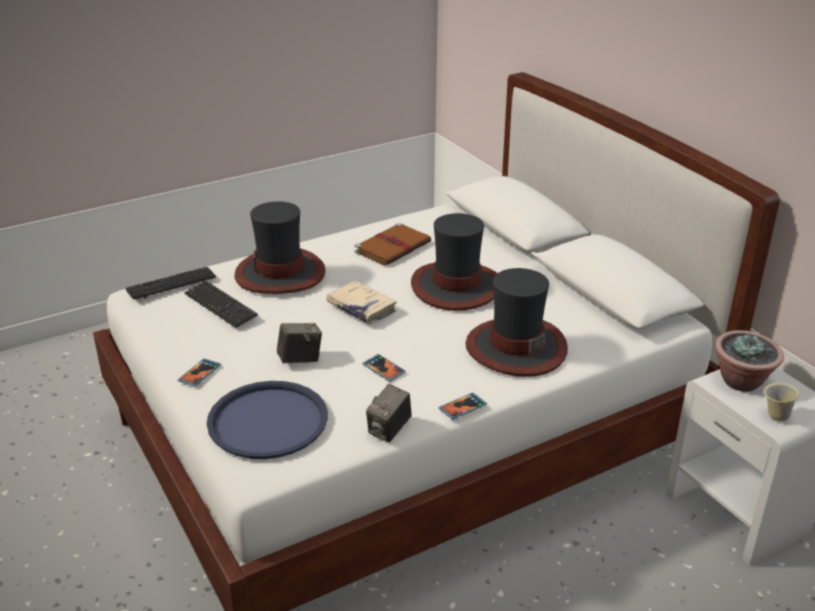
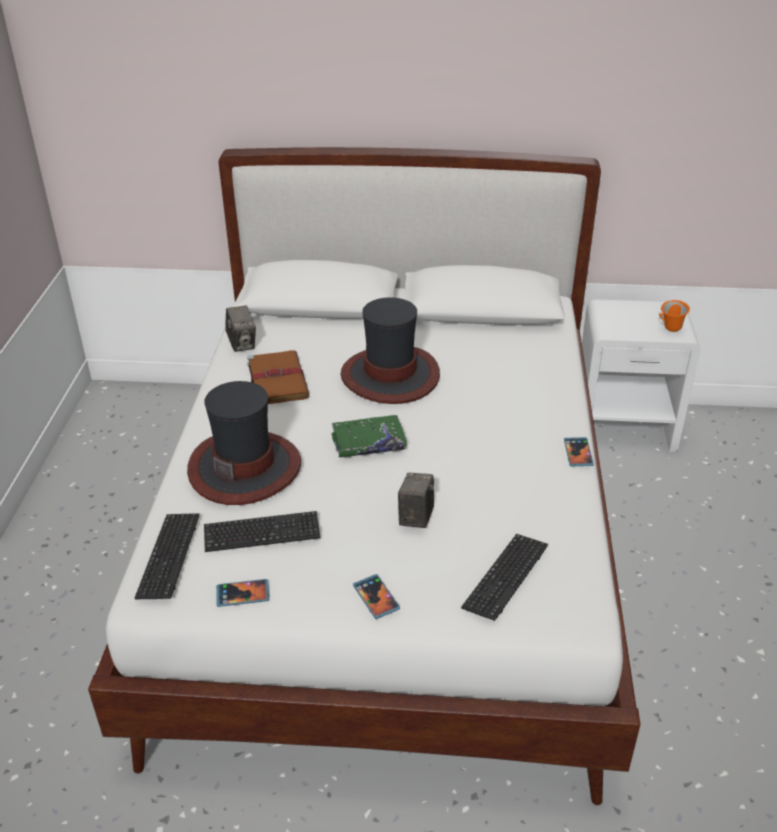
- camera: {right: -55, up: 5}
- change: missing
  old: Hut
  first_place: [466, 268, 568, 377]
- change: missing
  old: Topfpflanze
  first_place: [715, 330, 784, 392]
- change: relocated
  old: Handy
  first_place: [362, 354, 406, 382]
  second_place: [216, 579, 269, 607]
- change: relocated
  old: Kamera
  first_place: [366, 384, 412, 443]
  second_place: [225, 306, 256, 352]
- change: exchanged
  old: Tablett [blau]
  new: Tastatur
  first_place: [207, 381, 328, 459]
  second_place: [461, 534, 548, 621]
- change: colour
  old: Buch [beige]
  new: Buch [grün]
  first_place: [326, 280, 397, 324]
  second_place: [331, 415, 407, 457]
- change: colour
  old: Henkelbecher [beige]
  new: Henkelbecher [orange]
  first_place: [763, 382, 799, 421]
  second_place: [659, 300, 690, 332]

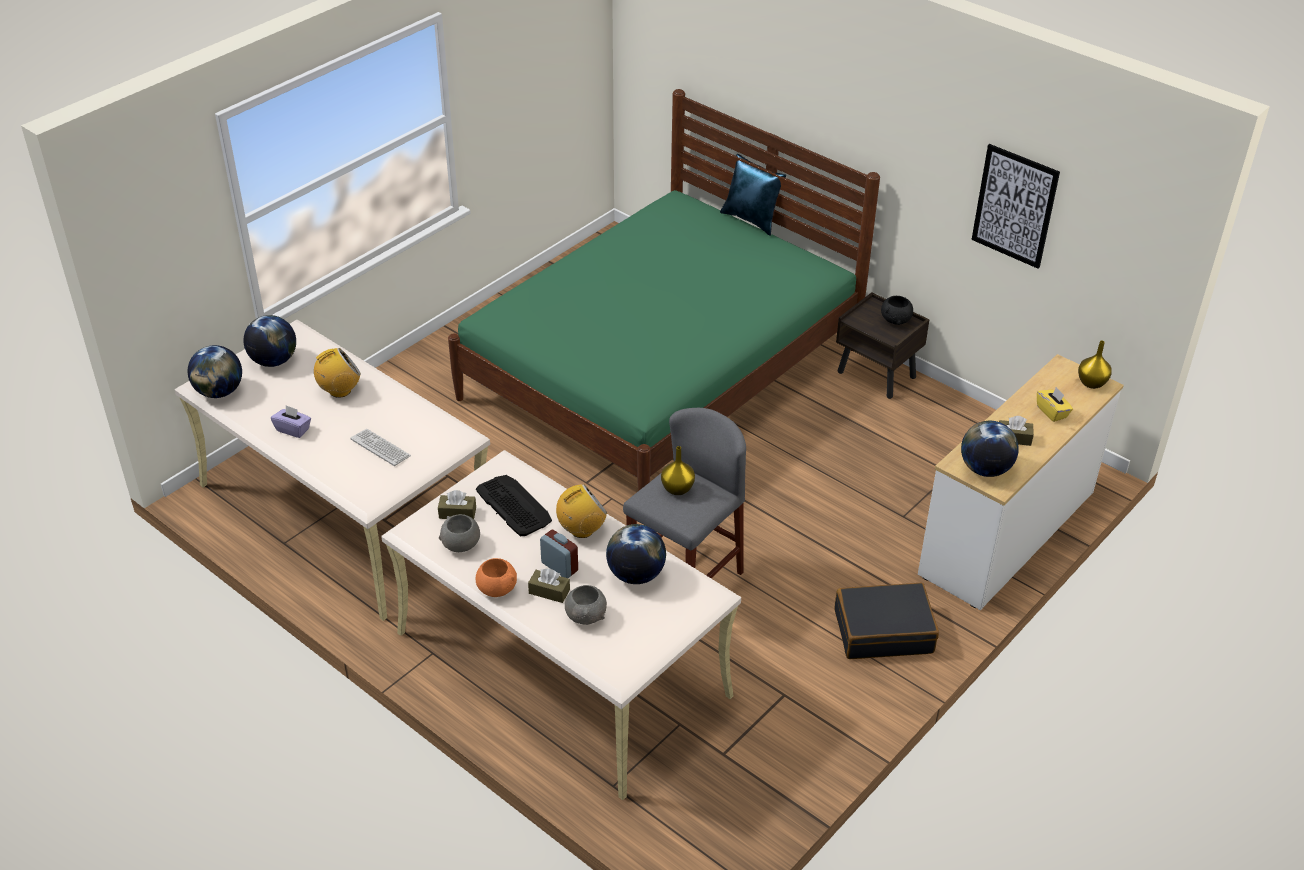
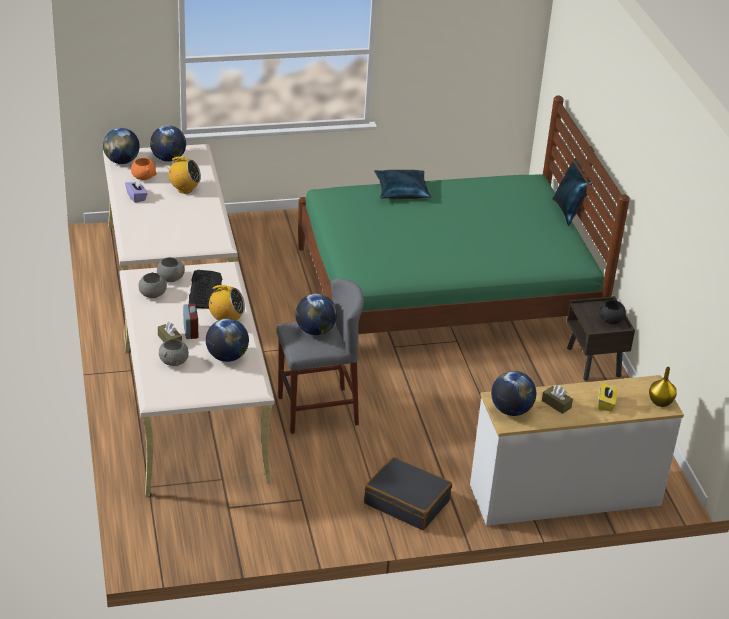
- camera: {right: 35, up: -5}
- change: missing
  old: Tastatur
  first_place: [350, 429, 411, 466]
- change: missing
  old: Bild
  first_place: [972, 144, 1060, 269]
- change: appeared
  new: Kissen [blau]
  second_place: [374, 170, 431, 199]
- change: relocated
  old: Schüssel [orange]
  first_place: [476, 558, 517, 597]
  second_place: [131, 158, 157, 180]
- change: exchanged
  old: Taschentuchbox [braun]
  new: Schüssel [grau]
  first_place: [438, 490, 476, 519]
  second_place: [157, 257, 185, 282]
- change: exchanged
  old: Vase [gelb]
  new: Globus
  first_place: [661, 446, 695, 495]
  second_place: [295, 294, 337, 335]

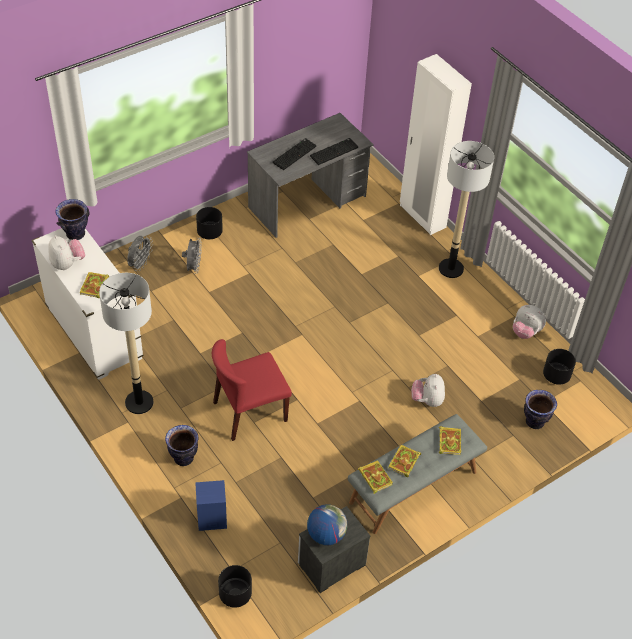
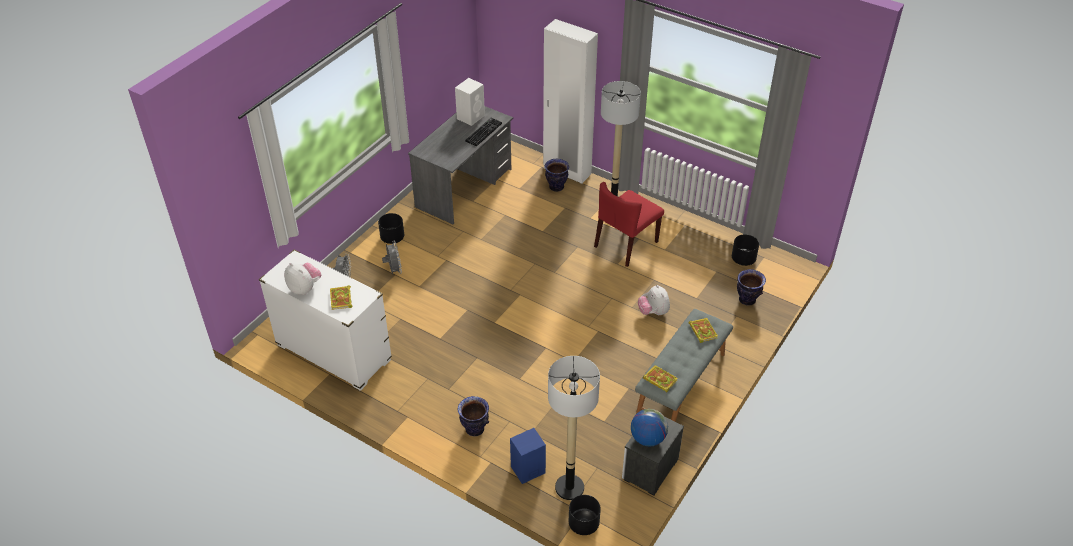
- camera: {right: -20, up: -5}
- change: missing
  old: Tastatur
  first_place: [273, 138, 316, 170]
- change: missing
  old: Buch
  first_place: [388, 445, 421, 477]
- change: missing
  old: Plüschtier
  first_place: [513, 305, 546, 339]
- change: appeared
  new: Lautsprecher [weiß]
  second_place: [455, 78, 485, 126]
- change: relocated
  old: Vase
  first_place: [56, 199, 89, 240]
  second_place: [545, 159, 569, 192]
- change: relocated
  old: Stehlampe
  first_place: [99, 273, 153, 414]
  second_place: [548, 356, 600, 500]
- change: relocated
  old: Stuhl [rot]
  first_place: [212, 339, 292, 441]
  second_place: [594, 182, 664, 267]

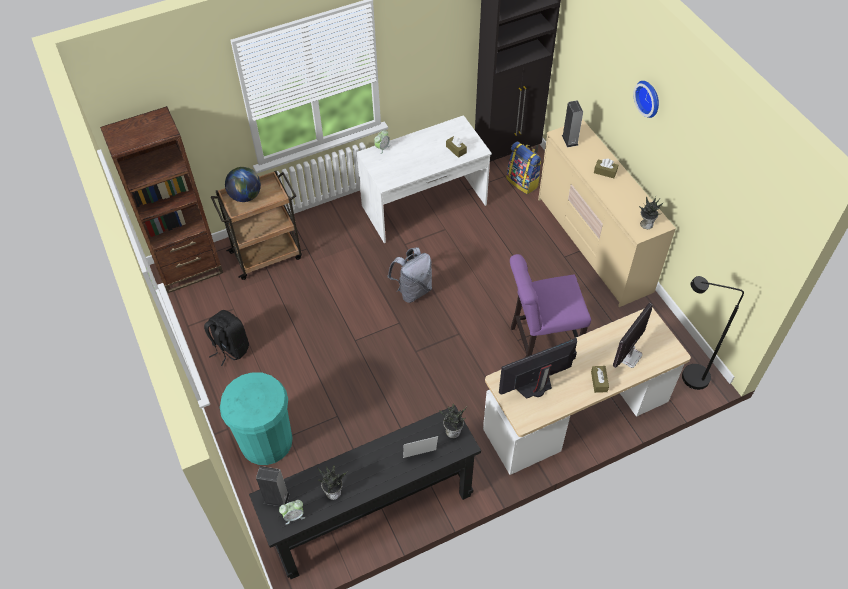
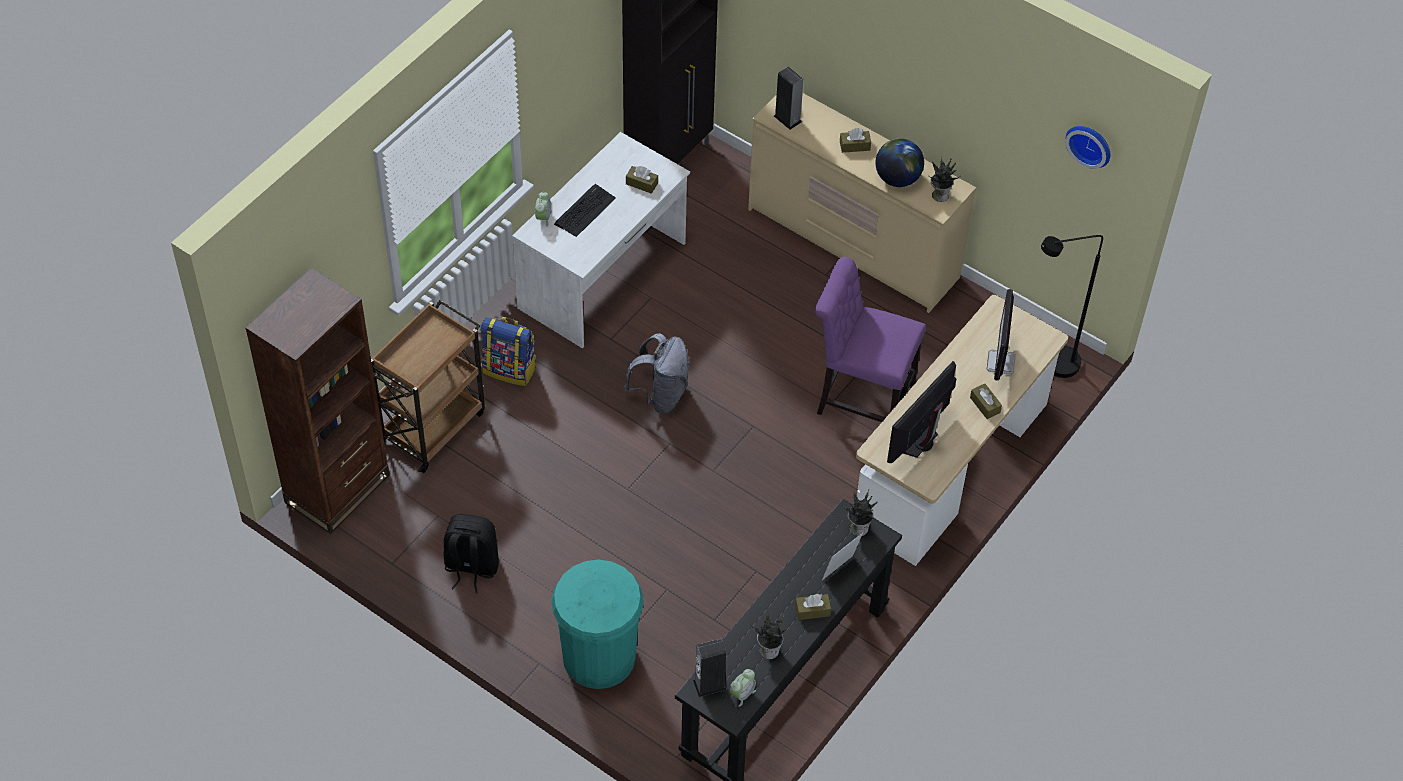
- camera: {right: -30, up: 0}
- change: appeared
  new: Tastatur
  second_place: [554, 184, 616, 237]
- change: appeared
  new: Taschentuchbox [braun]
  second_place: [795, 594, 831, 620]
- change: relocated
  old: Globus
  first_place: [225, 167, 261, 202]
  second_place: [876, 138, 924, 187]
- change: relocated
  old: Rucksack
  first_place: [506, 141, 542, 194]
  second_place: [480, 317, 536, 386]
- change: relocated
  old: Wanduhr
  first_place: [633, 81, 659, 118]
  second_place: [1065, 126, 1110, 169]
- change: spun
  old: Stuhl [lila]
  first_place: [510, 254, 591, 357]
  second_place: [815, 257, 926, 422]
  degrees: 60

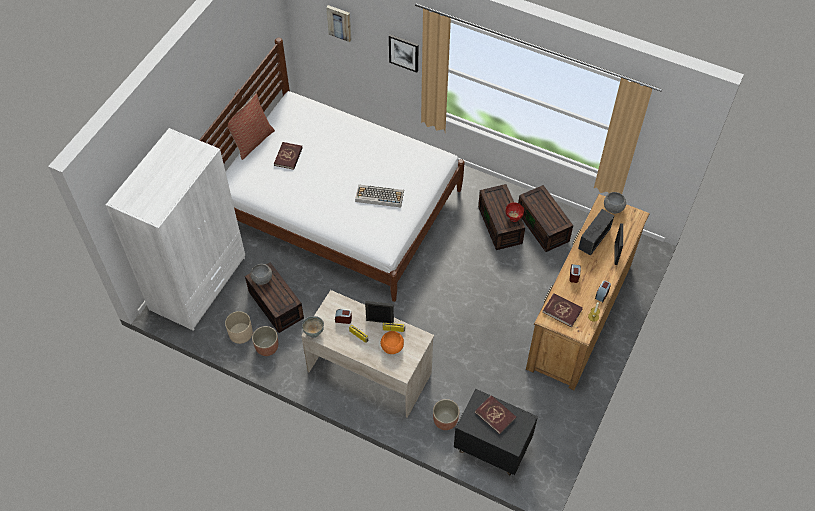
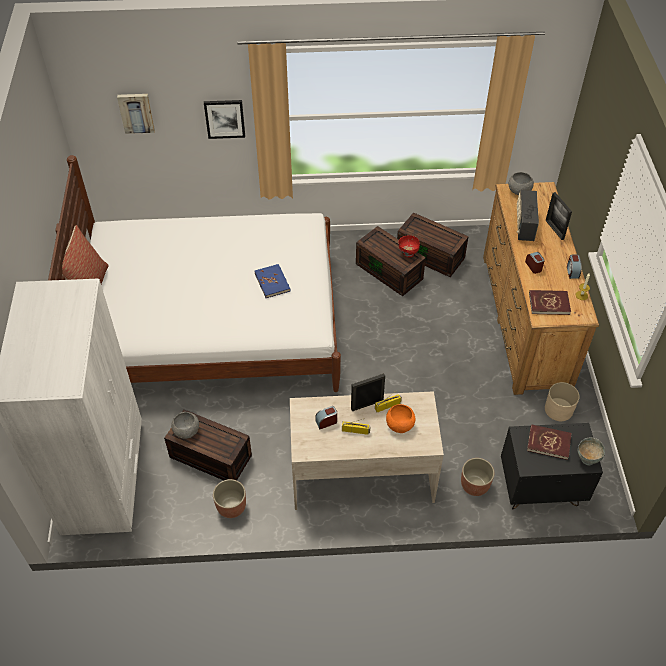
- camera: {right: -30, up: -5}
- change: missing
  old: Buch [rot]
  first_place: [274, 142, 303, 170]
- change: relocated
  old: Pflanzkübel [beige]
  first_place: [225, 311, 253, 344]
  second_place: [545, 382, 580, 421]
- change: relocated
  old: Schüssel [grau]
  first_place: [302, 316, 324, 338]
  second_place: [577, 438, 605, 465]
- change: exchanged
  old: Tastatur
  new: Buch [blau]
  first_place: [355, 185, 404, 207]
  second_place: [255, 264, 291, 298]

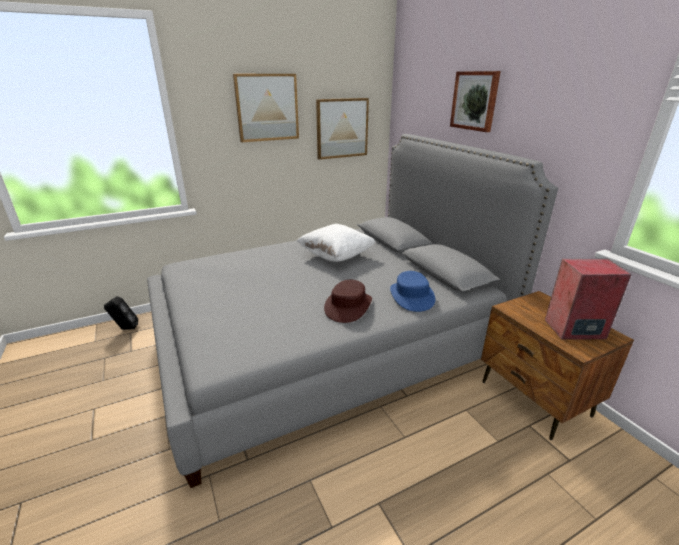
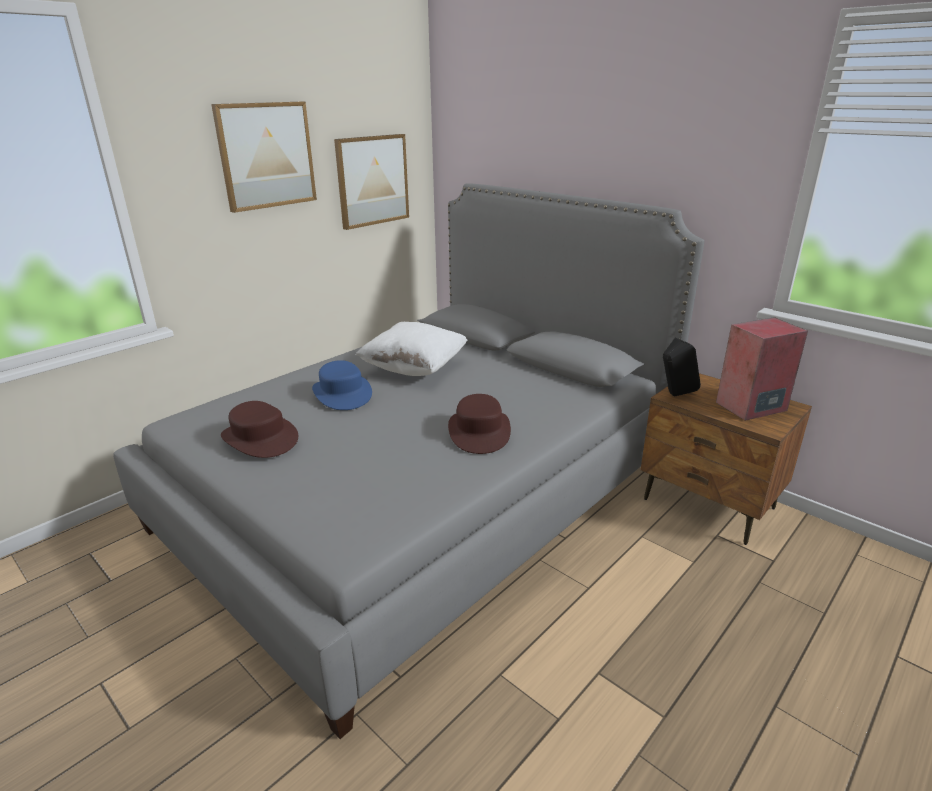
- camera: {right: -20, up: 0}
- change: missing
  old: Bild
  first_place: [450, 71, 501, 132]
- change: appeared
  new: Hut [braun]
  second_place: [221, 401, 298, 458]
- change: relocated
  old: Lautsprecher [schwarz]
  first_place: [104, 296, 138, 330]
  second_place: [663, 337, 701, 396]
- change: relocated
  old: Hut [blau]
  first_place: [390, 271, 435, 312]
  second_place: [312, 360, 372, 410]

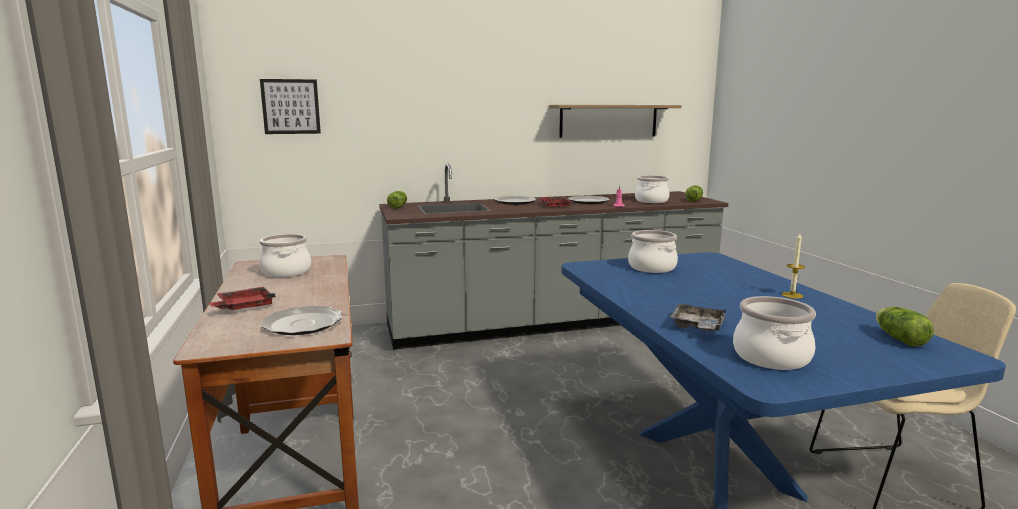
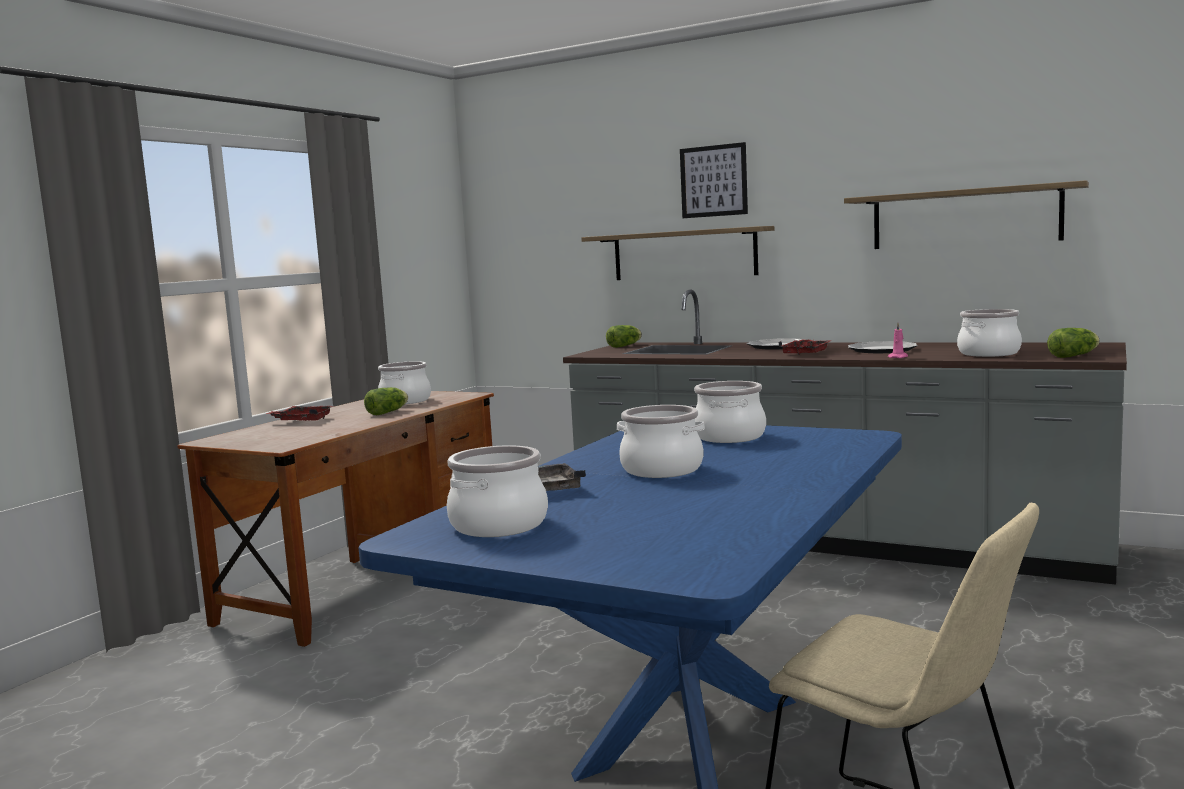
- camera: {right: 45, up: -5}
- change: missing
  old: Teller
  first_place: [261, 306, 343, 335]
- change: missing
  old: Kerze
  first_place: [782, 233, 805, 299]
- change: appeared
  new: Wandregal
  second_place: [581, 226, 774, 280]
- change: appeared
  new: Kochtopf
  second_place: [617, 405, 705, 478]
- change: relocated
  old: Bild
  first_place: [260, 79, 321, 134]
  second_place: [680, 142, 748, 218]
- change: relocated
  old: Salatkopf
  first_place: [876, 307, 934, 347]
  second_place: [364, 387, 408, 415]

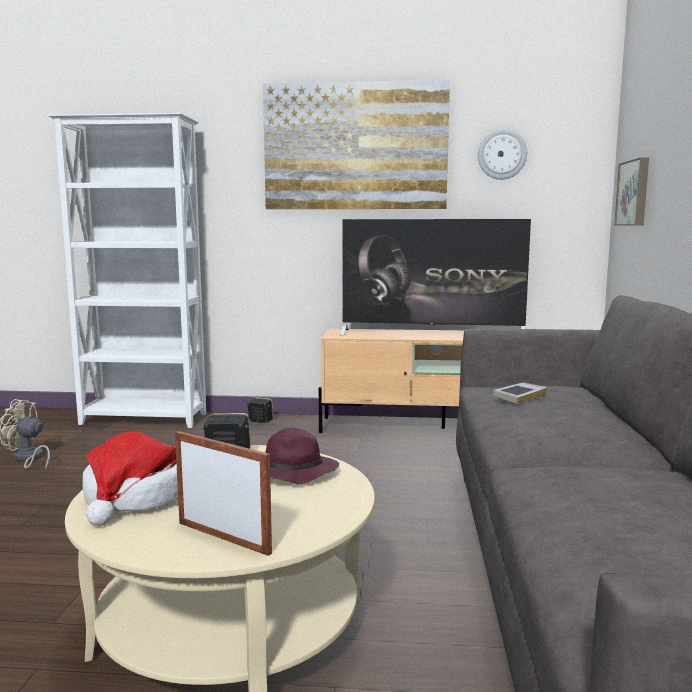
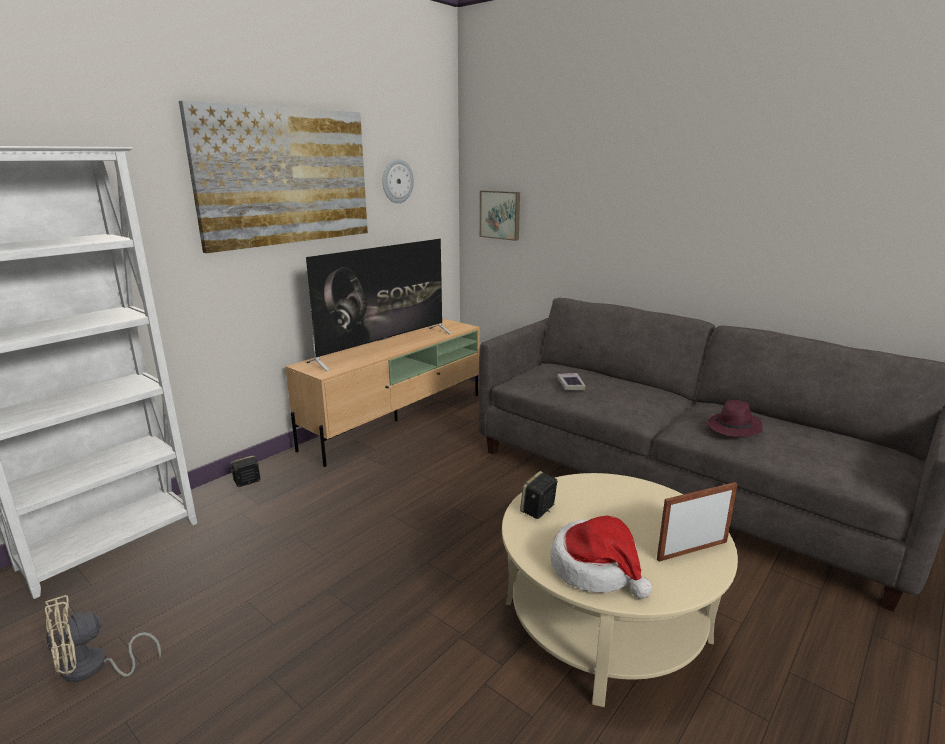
- camera: {right: -55, up: 10}
- change: relocated
  old: Hut [lila]
  first_place: [265, 428, 339, 485]
  second_place: [706, 400, 763, 437]

